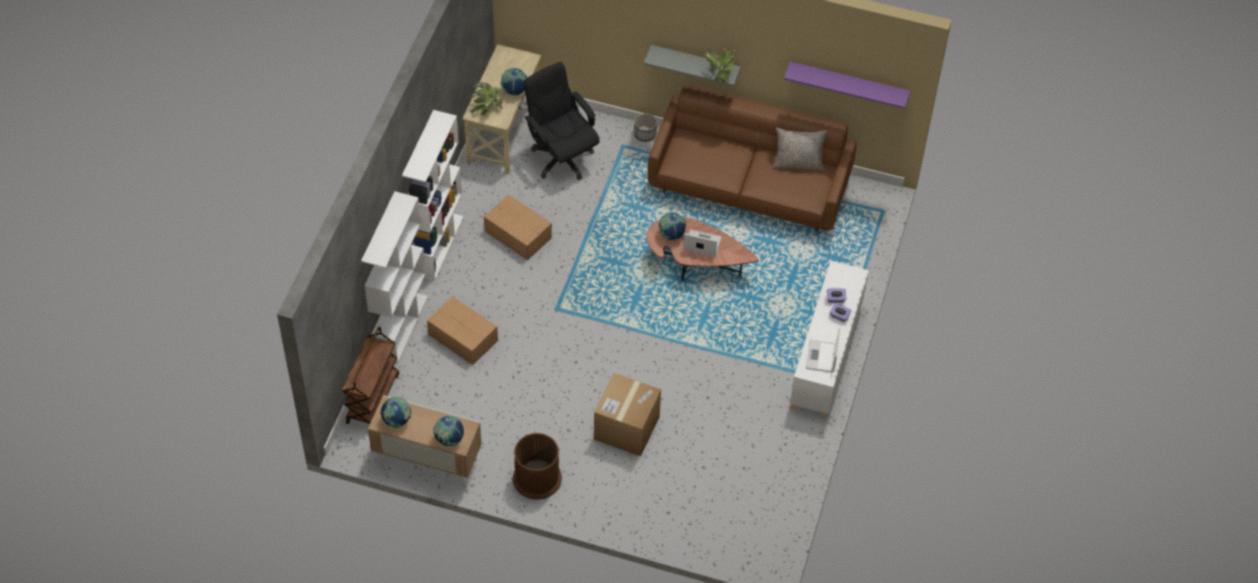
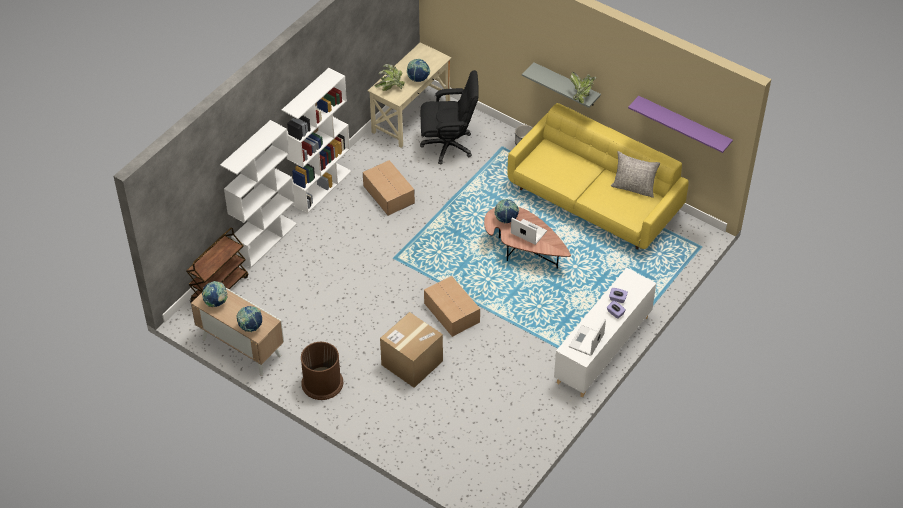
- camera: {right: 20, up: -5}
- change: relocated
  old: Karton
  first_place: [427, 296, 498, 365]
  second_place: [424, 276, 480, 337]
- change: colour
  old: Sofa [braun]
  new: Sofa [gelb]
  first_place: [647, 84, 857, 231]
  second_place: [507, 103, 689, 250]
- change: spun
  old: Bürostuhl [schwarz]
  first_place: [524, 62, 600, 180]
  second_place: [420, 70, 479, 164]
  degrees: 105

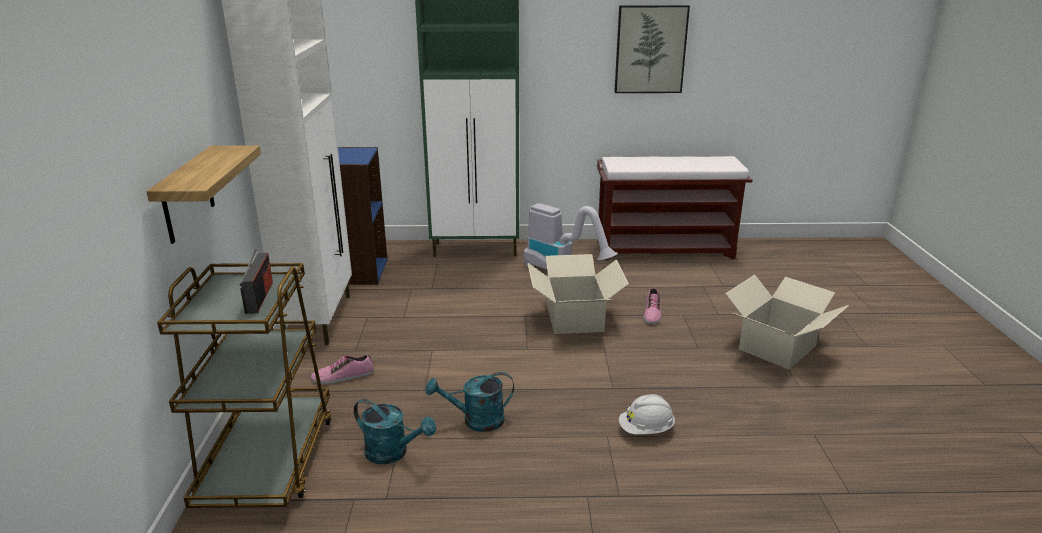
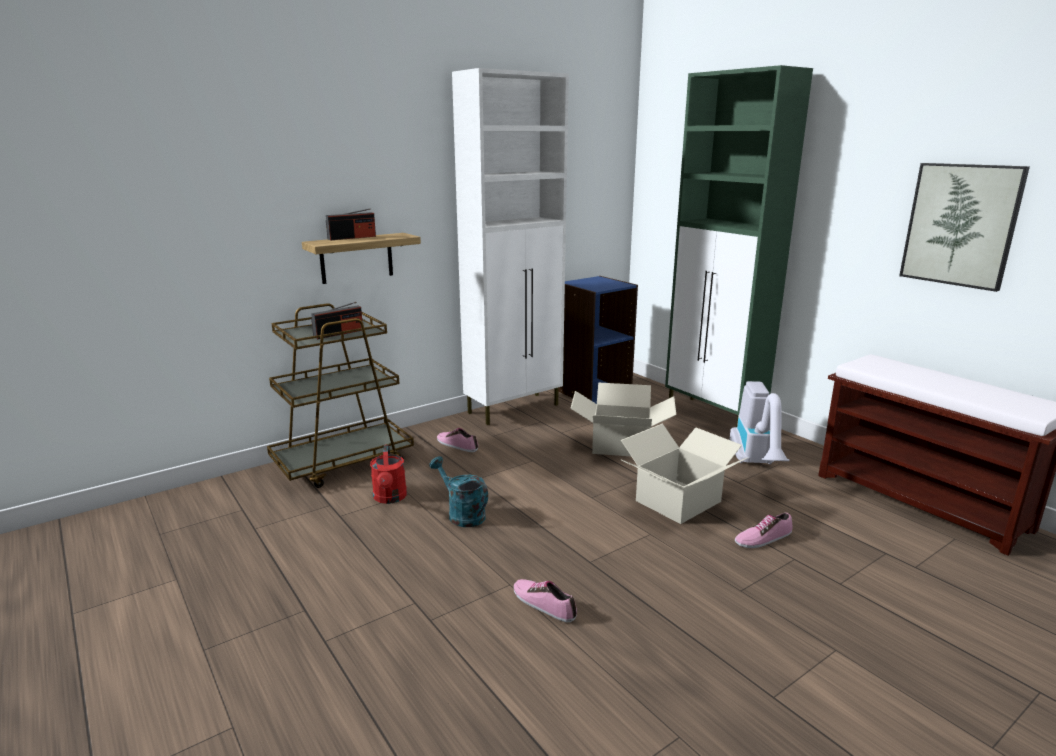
- camera: {right: 55, up: -5}
- change: appeared
  new: Radio
  second_place: [326, 209, 376, 241]
- change: relocated
  old: Karton
  first_place: [725, 275, 849, 369]
  second_place: [570, 382, 676, 456]
- change: exchanged
  old: Schutzhelm [weiß]
  new: Schuh
  first_place: [619, 394, 675, 434]
  second_place: [514, 579, 577, 622]
- change: colour
  old: Gießkanne [türkis]
  new: Gießkanne [rot]
  first_place: [354, 399, 436, 464]
  second_place: [370, 445, 407, 504]

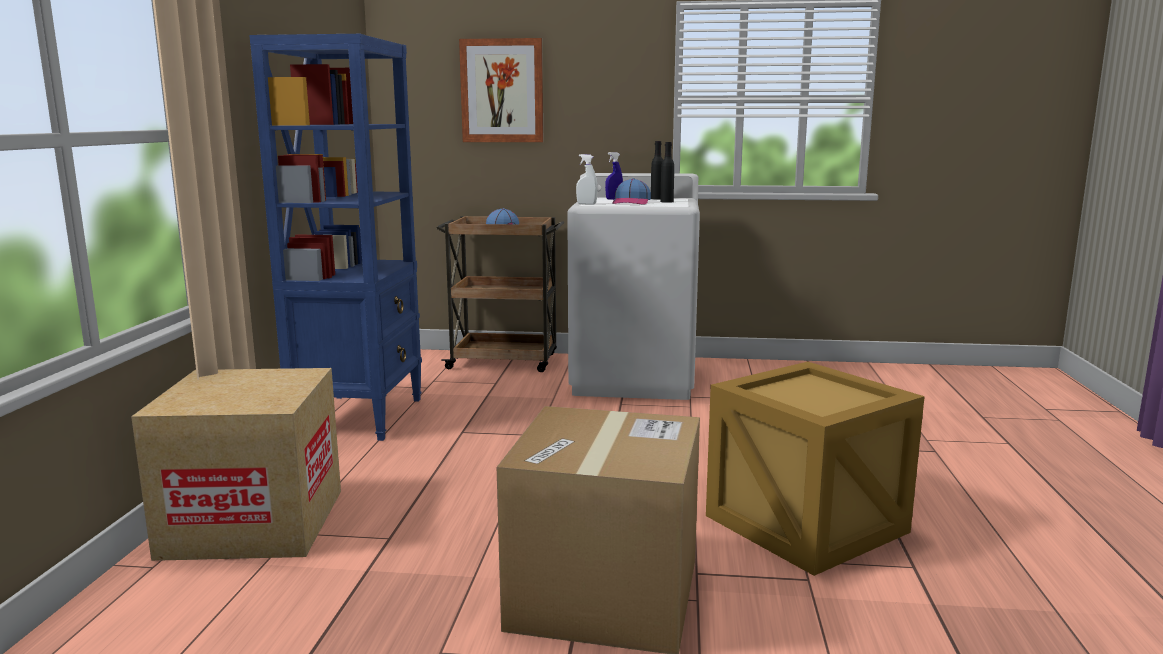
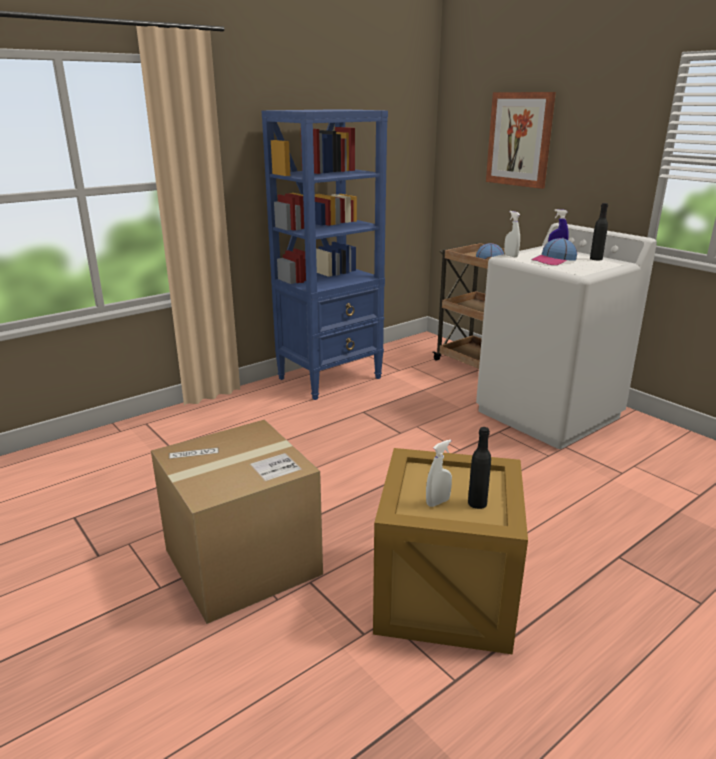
- camera: {right: 45, up: 10}
- change: missing
  old: Karton
  first_place: [131, 368, 341, 561]
- change: appeared
  new: Sprühflasche [weiß]
  second_place: [426, 440, 452, 507]
- change: relocated
  old: Flasche [schwarz]
  first_place: [661, 142, 674, 203]
  second_place: [468, 427, 491, 509]

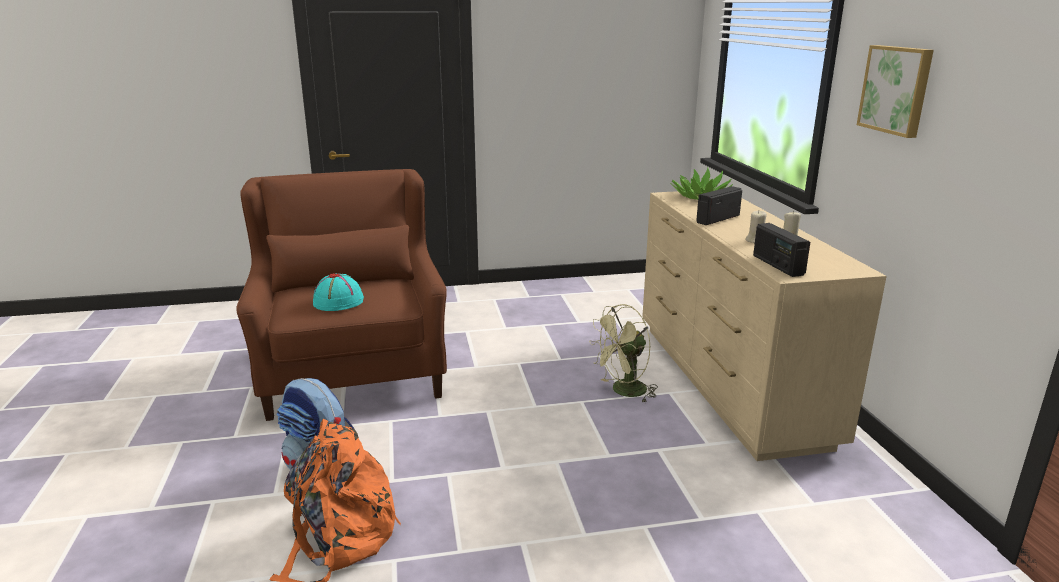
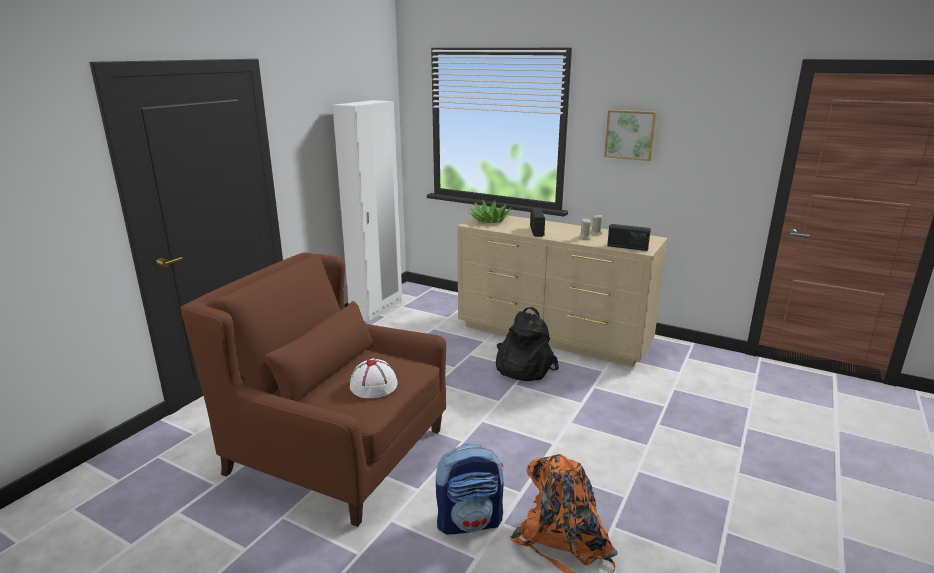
- camera: {right: -50, up: 0}
- change: appeared
  new: Kleiderschrank [weiß]
  second_place: [332, 100, 402, 322]
- change: exchanged
  old: Ventilator [grün]
  new: Rucksack [schwarz]
  first_place: [589, 304, 658, 403]
  second_place: [496, 307, 559, 381]
- change: colour
  old: Hut [türkis]
  new: Hut [weiß]
  first_place: [313, 273, 364, 311]
  second_place: [350, 358, 398, 398]

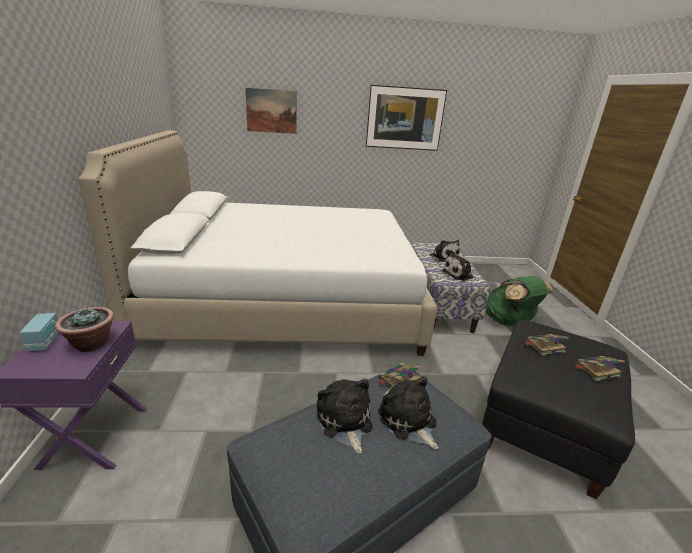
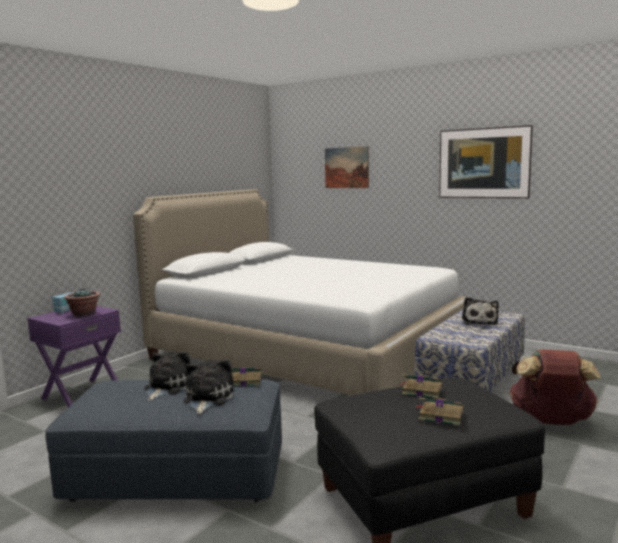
- camera: {right: 40, up: -15}
- change: missing
  old: Plüschtier
  first_place: [442, 250, 474, 281]
- change: colour
  old: Rucksack [grün]
  new: Rucksack [braun]
  first_place: [485, 276, 554, 326]
  second_place: [510, 349, 601, 425]

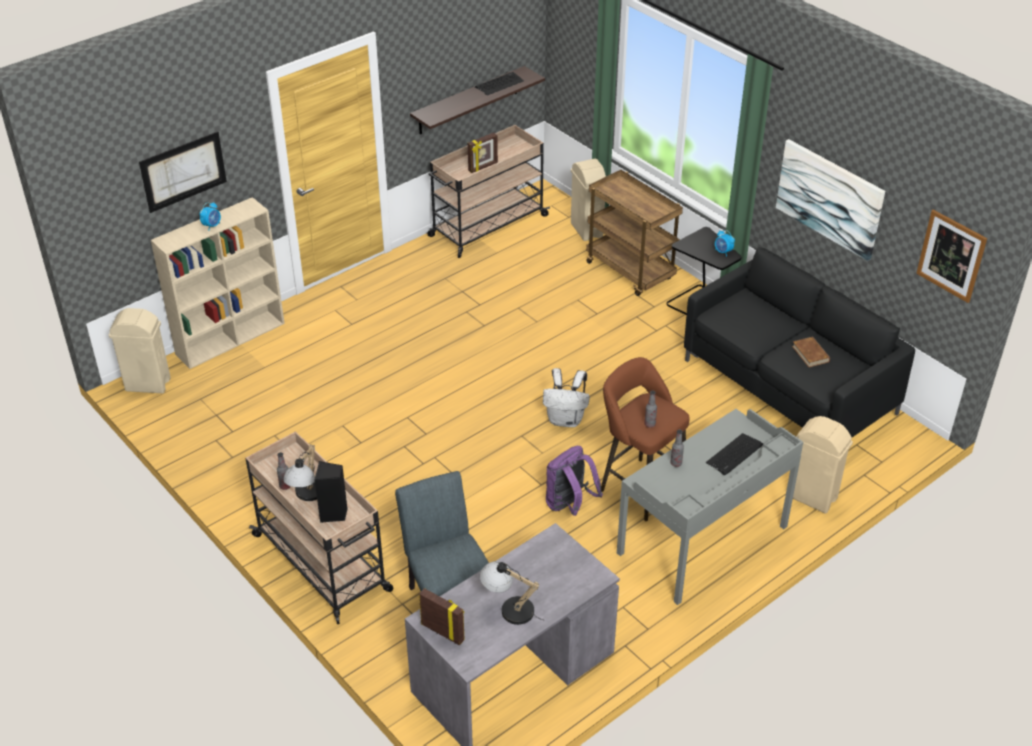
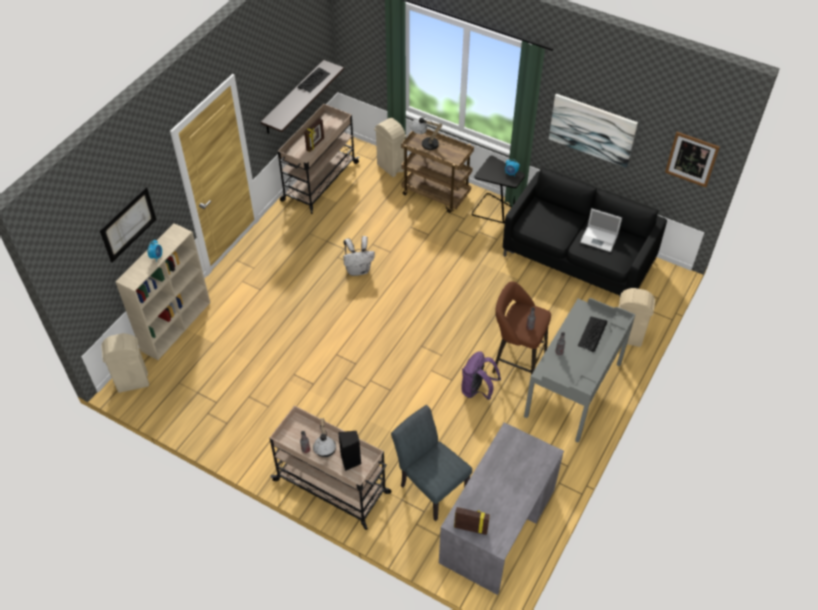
- camera: {right: -20, up: 10}
- change: relocated
  old: Tischlampe
  first_place: [480, 561, 545, 625]
  second_place: [410, 117, 442, 150]
- change: relocated
  old: Rucksack [weiß]
  first_place: [543, 368, 590, 427]
  second_place: [343, 236, 375, 276]
- change: exchanged
  old: Buch [braun]
  new: Laptop
  first_place: [792, 337, 830, 367]
  second_place: [580, 208, 622, 252]

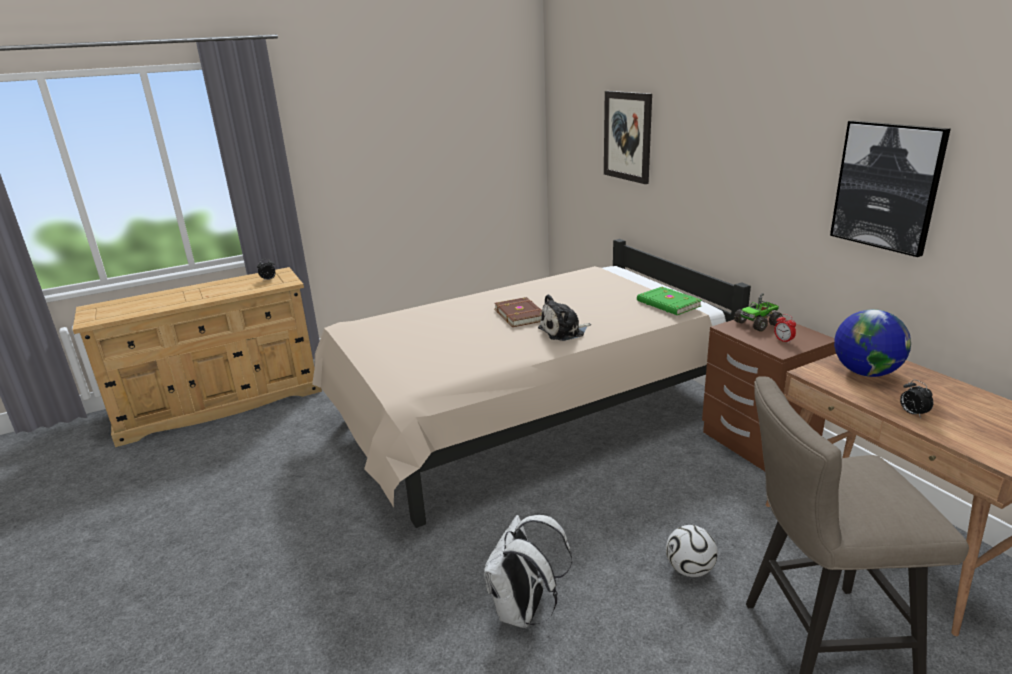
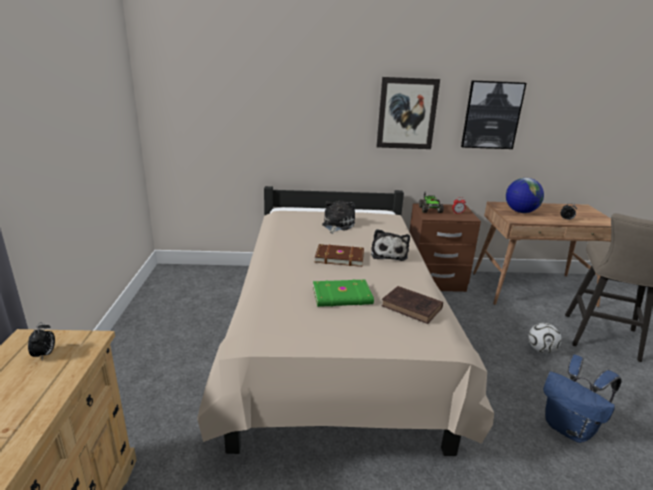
- camera: {right: -65, up: 0}
- change: appeared
  new: Plüschtier
  second_place: [322, 200, 355, 234]
- change: appeared
  new: Buch [braun]
  second_place: [381, 286, 443, 324]
- change: relocated
  old: Bild
  first_place: [604, 91, 652, 184]
  second_place: [376, 77, 440, 149]
- change: relocated
  old: Buch [grün]
  first_place: [637, 287, 702, 315]
  second_place: [313, 280, 374, 307]
- change: colour
  old: Rucksack [weiß]
  new: Rucksack [blau]
  first_place: [484, 515, 572, 628]
  second_place: [543, 355, 622, 443]

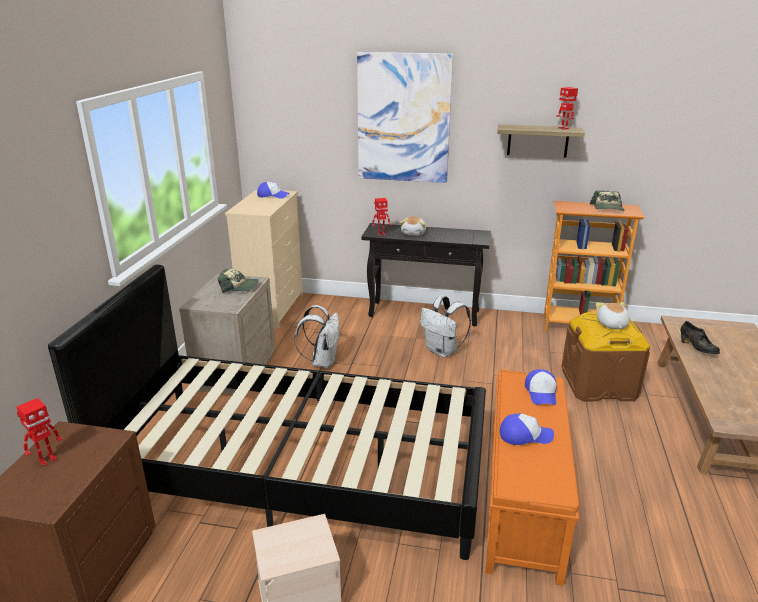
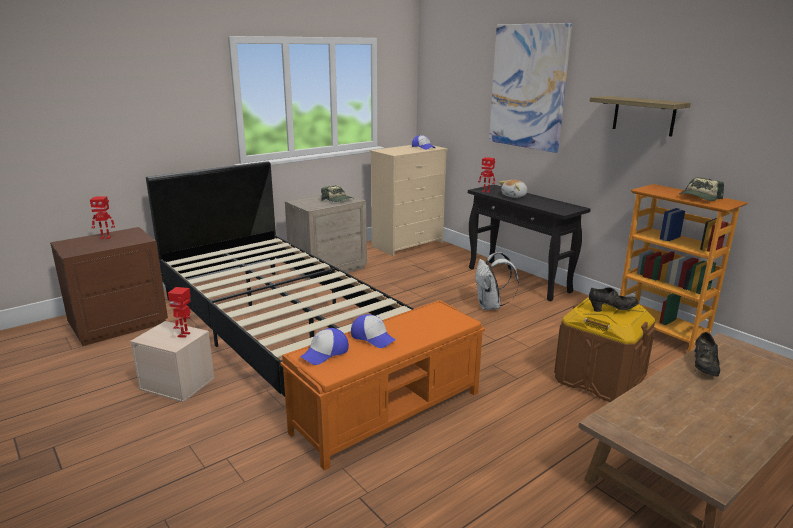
- camera: {right: 40, up: -5}
- change: missing
  old: Rucksack [weiß]
  first_place: [294, 305, 339, 368]
- change: relocated
  old: Kappe
  first_place: [525, 369, 557, 405]
  second_place: [300, 328, 349, 365]
- change: relocated
  old: Spielzeugroboter
  first_place: [556, 87, 578, 130]
  second_place: [168, 287, 191, 338]
- change: exchanged
  old: Plüschtier
  new: Schuh [schwarz]
  first_place: [596, 302, 630, 329]
  second_place: [589, 287, 638, 312]

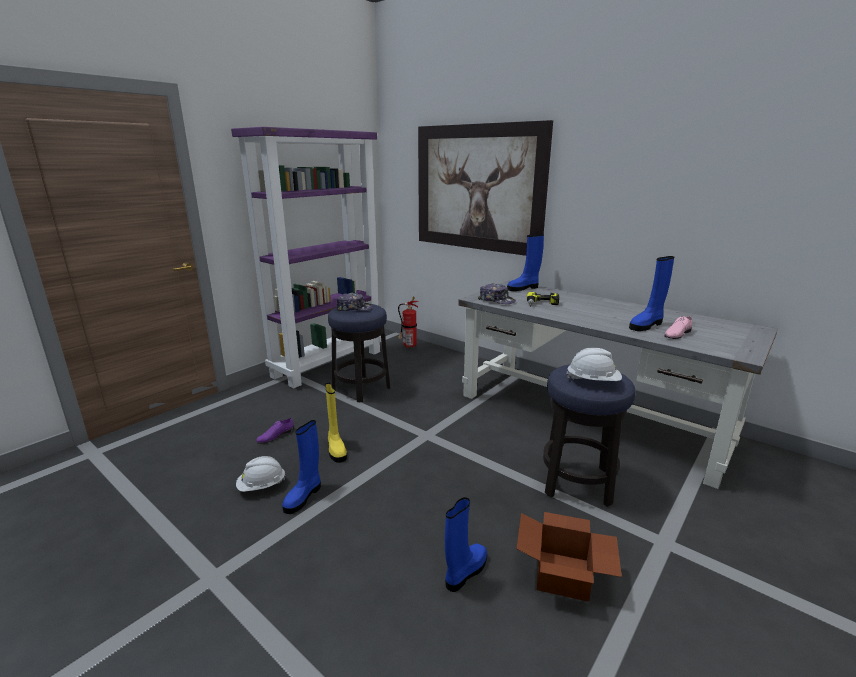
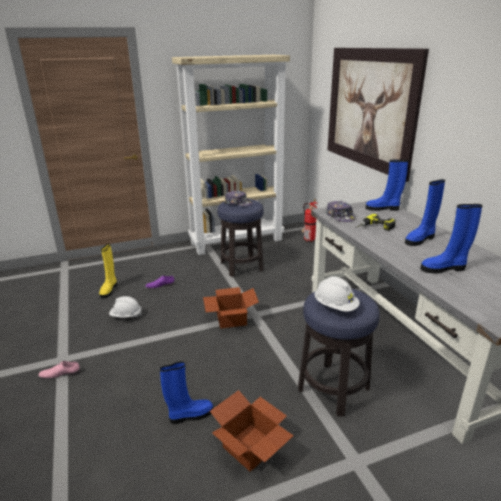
- camera: {right: 30, up: 5}
- change: appeared
  new: Karton
  second_place: [203, 287, 259, 329]
- change: relocated
  old: Stiefel [blau]
  first_place: [282, 420, 321, 514]
  second_place: [405, 179, 445, 246]
- change: relocated
  old: Stiefel [gelb]
  first_place: [325, 383, 347, 463]
  second_place: [99, 244, 117, 299]
- change: relocated
  old: Schuh [rosa]
  first_place: [664, 316, 692, 339]
  second_place: [38, 361, 80, 379]
- change: colour
  old: Bücherregal [lila]
  new: Bücherregal [beige]
  first_place: [231, 127, 382, 388]
  second_place: [172, 55, 290, 255]

